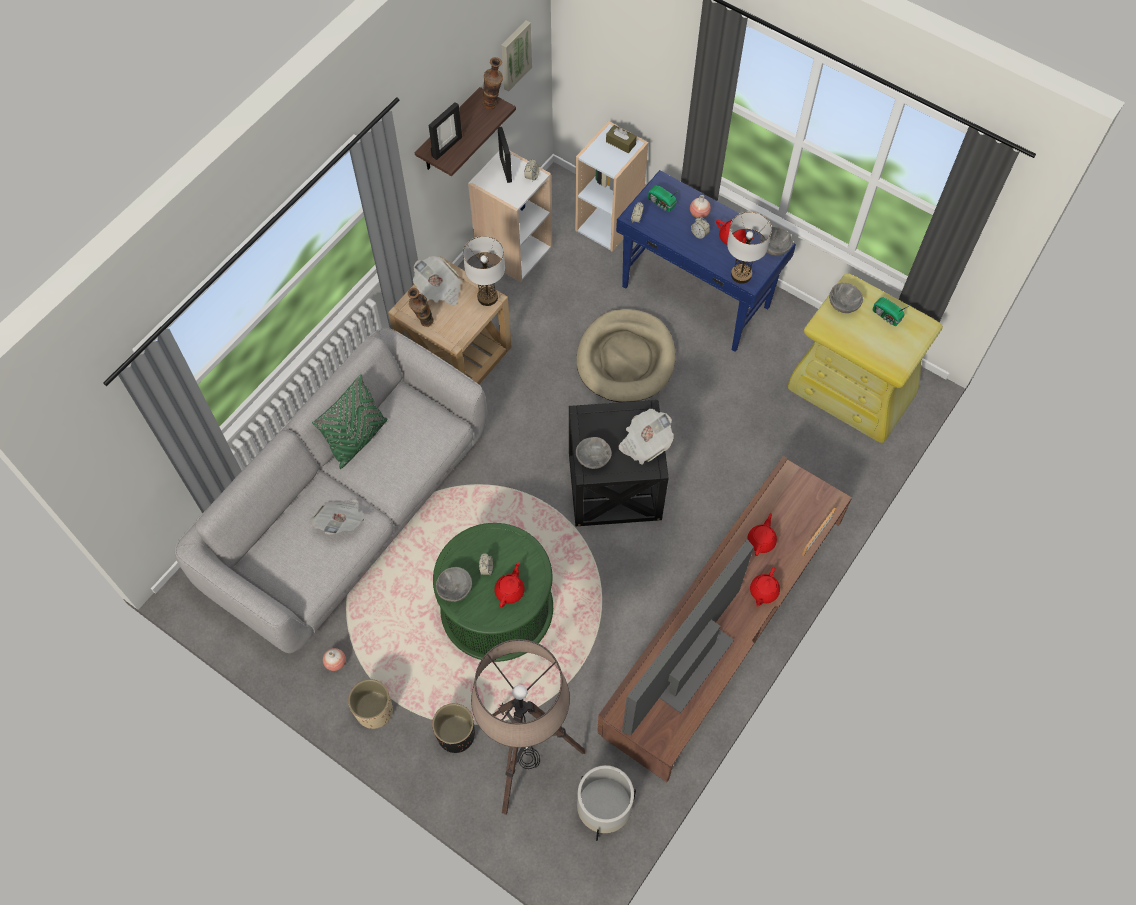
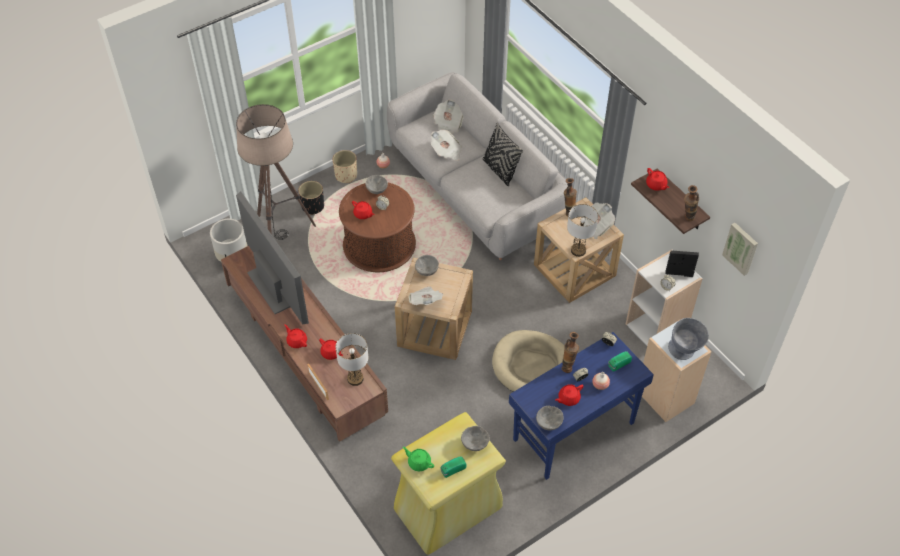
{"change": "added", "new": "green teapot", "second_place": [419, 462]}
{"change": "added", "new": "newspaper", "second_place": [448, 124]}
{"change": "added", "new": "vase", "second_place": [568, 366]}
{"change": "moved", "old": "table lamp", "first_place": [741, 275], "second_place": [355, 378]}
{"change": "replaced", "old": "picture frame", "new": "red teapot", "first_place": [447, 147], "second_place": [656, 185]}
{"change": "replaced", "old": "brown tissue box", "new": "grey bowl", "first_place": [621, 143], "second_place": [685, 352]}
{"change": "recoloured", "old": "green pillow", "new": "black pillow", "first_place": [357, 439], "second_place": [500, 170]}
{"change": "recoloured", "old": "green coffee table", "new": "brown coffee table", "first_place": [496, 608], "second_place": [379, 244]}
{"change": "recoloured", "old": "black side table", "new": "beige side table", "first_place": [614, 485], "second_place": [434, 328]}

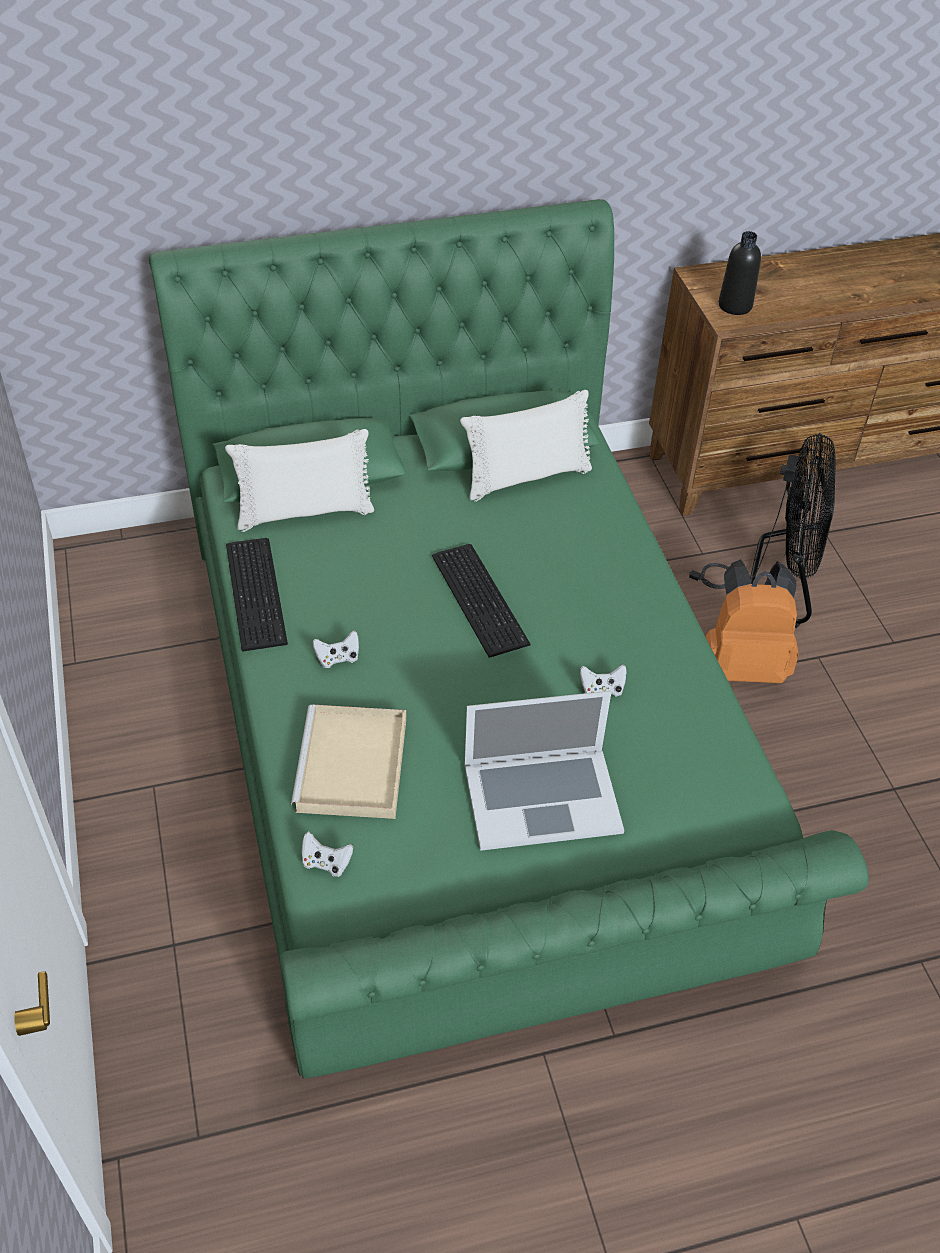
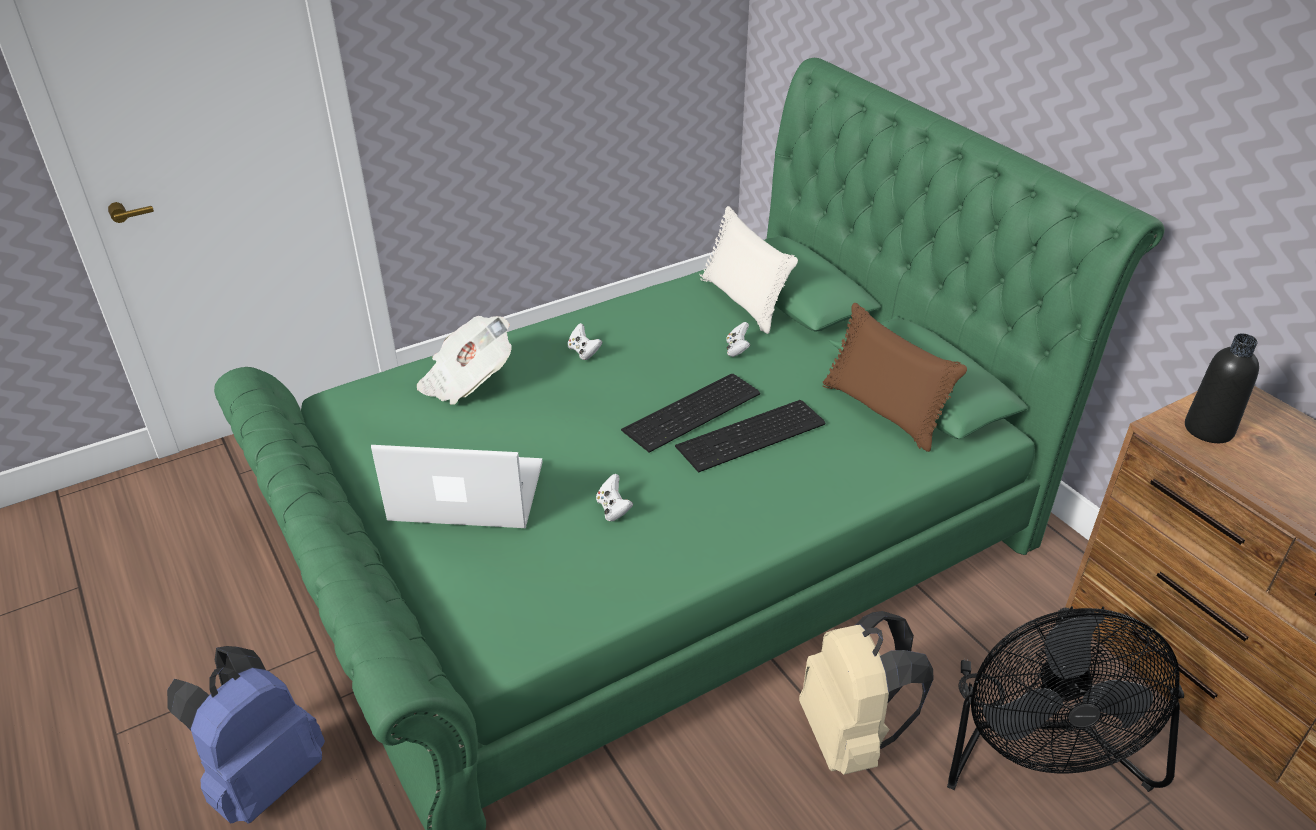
{"change": "added", "new": "blue backpack", "second_place": [263, 778]}
{"change": "moved", "old": "keyboard", "first_place": [258, 592], "second_place": [754, 436]}
{"change": "moved", "old": "white game controller", "first_place": [326, 863], "second_place": [737, 350]}
{"change": "replaced", "old": "beige tray", "new": "newspaper", "first_place": [353, 767], "second_place": [466, 381]}
{"change": "recoloured", "old": "white pillow", "new": "brown pillow", "first_place": [526, 477], "second_place": [884, 412]}
{"change": "recoloured", "old": "orange backpack", "new": "beige backpack", "first_place": [742, 665], "second_place": [851, 737]}
{"change": "turned", "old": "laptop", "first_place": [542, 797], "second_place": [466, 492], "degrees": 120}

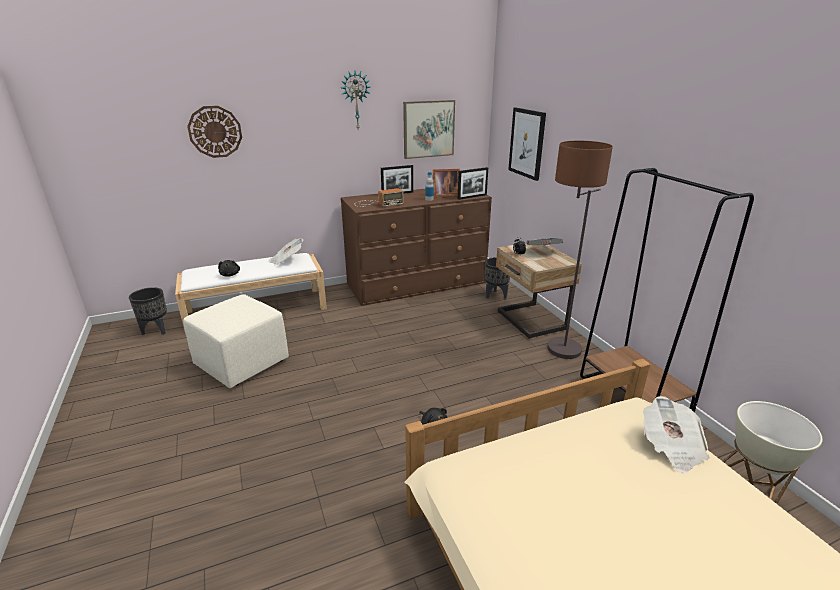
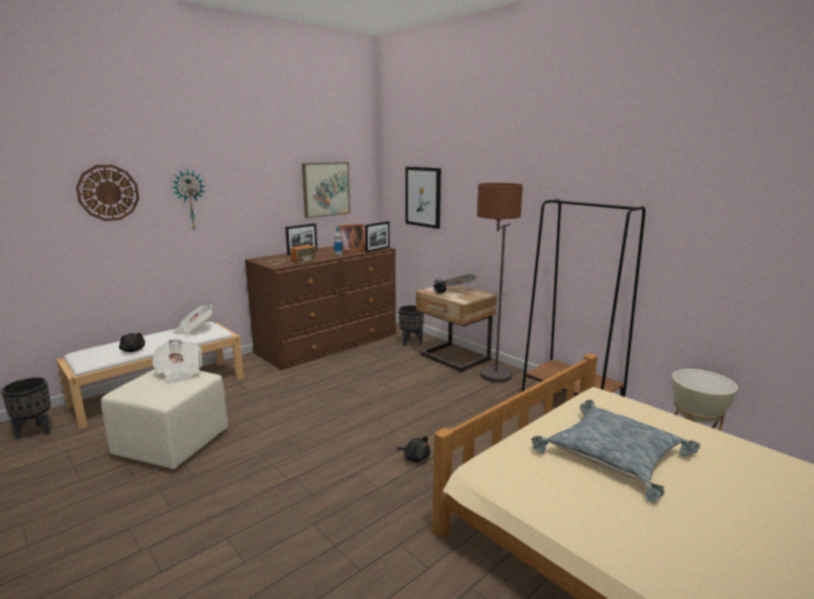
{"change": "added", "new": "pillow", "second_place": [613, 451]}
{"change": "moved", "old": "wall clock", "first_place": [355, 100], "second_place": [189, 200]}
{"change": "moved", "old": "newspaper", "first_place": [671, 447], "second_place": [179, 373]}

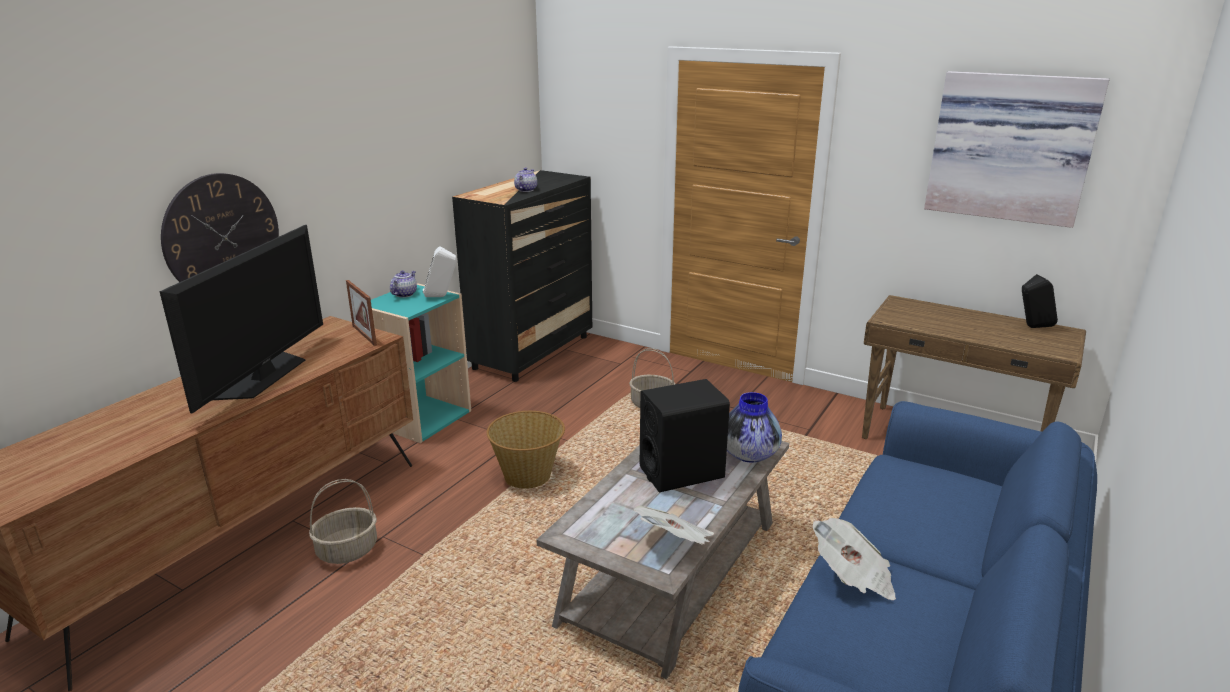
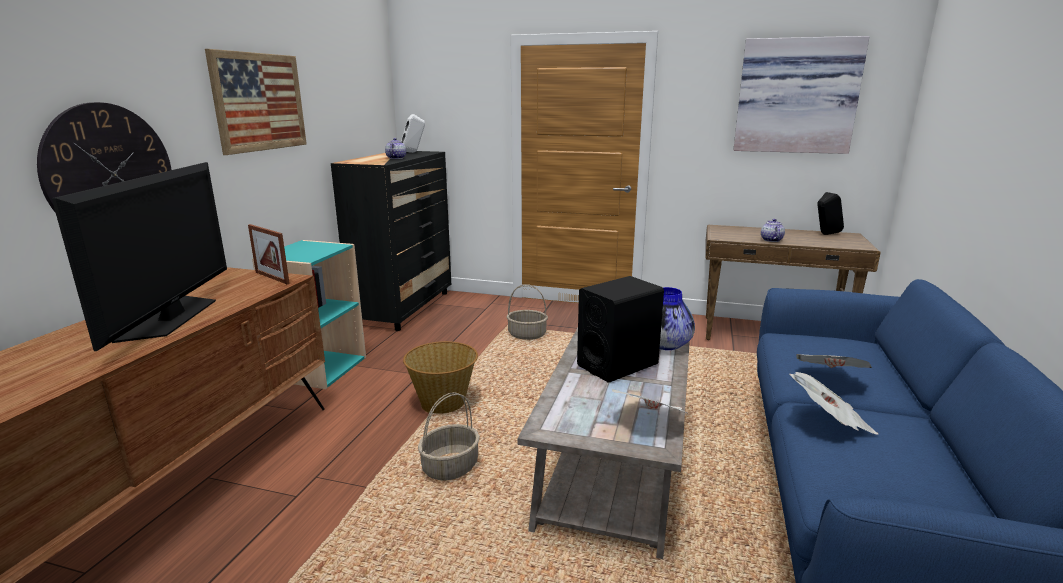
{"change": "added", "new": "picture", "second_place": [259, 102]}
{"change": "added", "new": "newspaper", "second_place": [828, 378]}
{"change": "moved", "old": "basket", "first_place": [348, 550], "second_place": [450, 466]}
{"change": "moved", "old": "teapot", "first_place": [404, 294], "second_place": [771, 240]}
{"change": "moved", "old": "white speaker", "first_place": [441, 296], "second_place": [413, 152]}

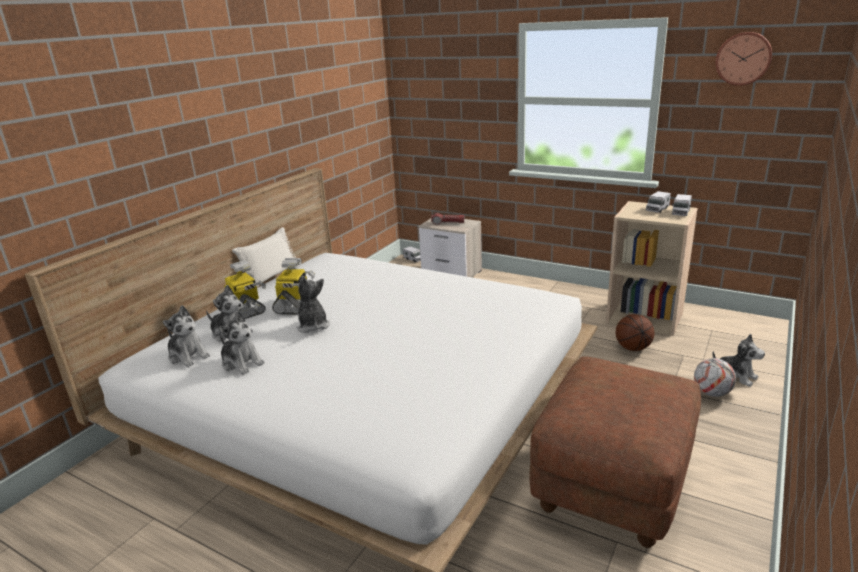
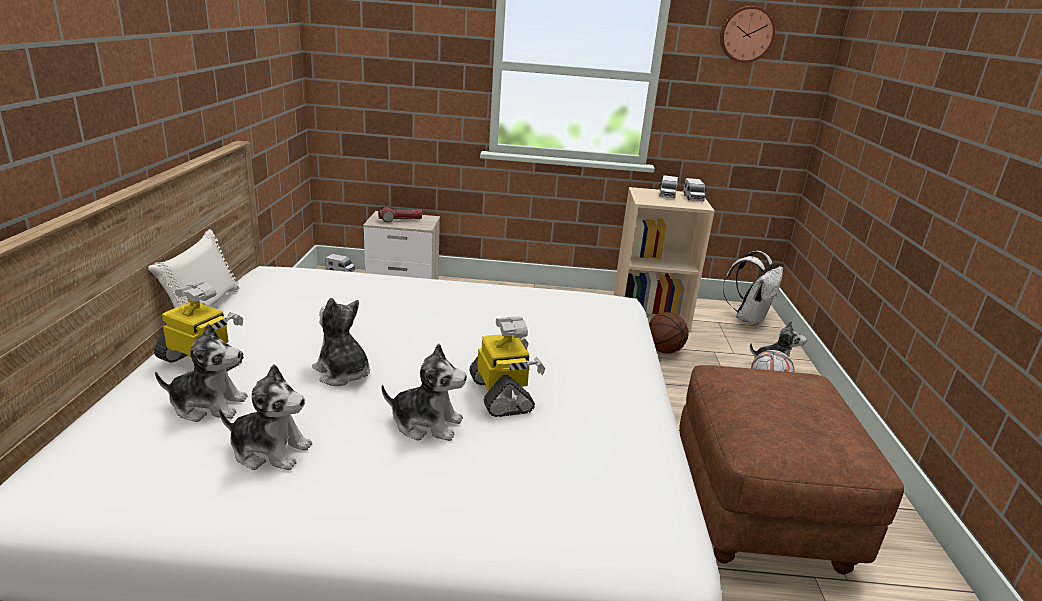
{"change": "added", "new": "white backpack", "second_place": [748, 318]}
{"change": "moved", "old": "plush toy", "first_place": [188, 356], "second_place": [426, 424]}
{"change": "moved", "old": "toy robot", "first_place": [295, 305], "second_place": [502, 395]}

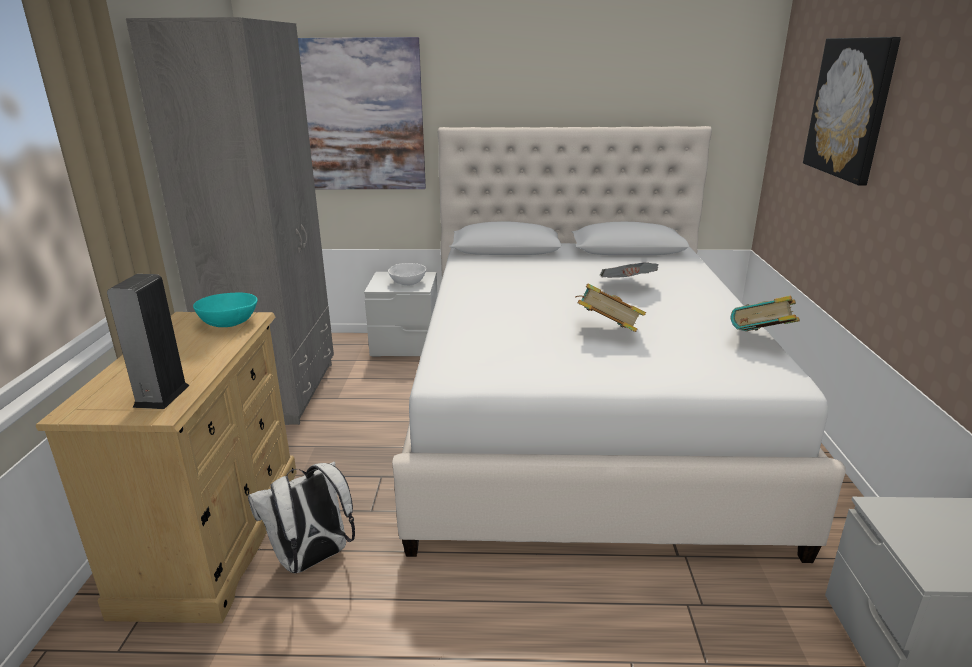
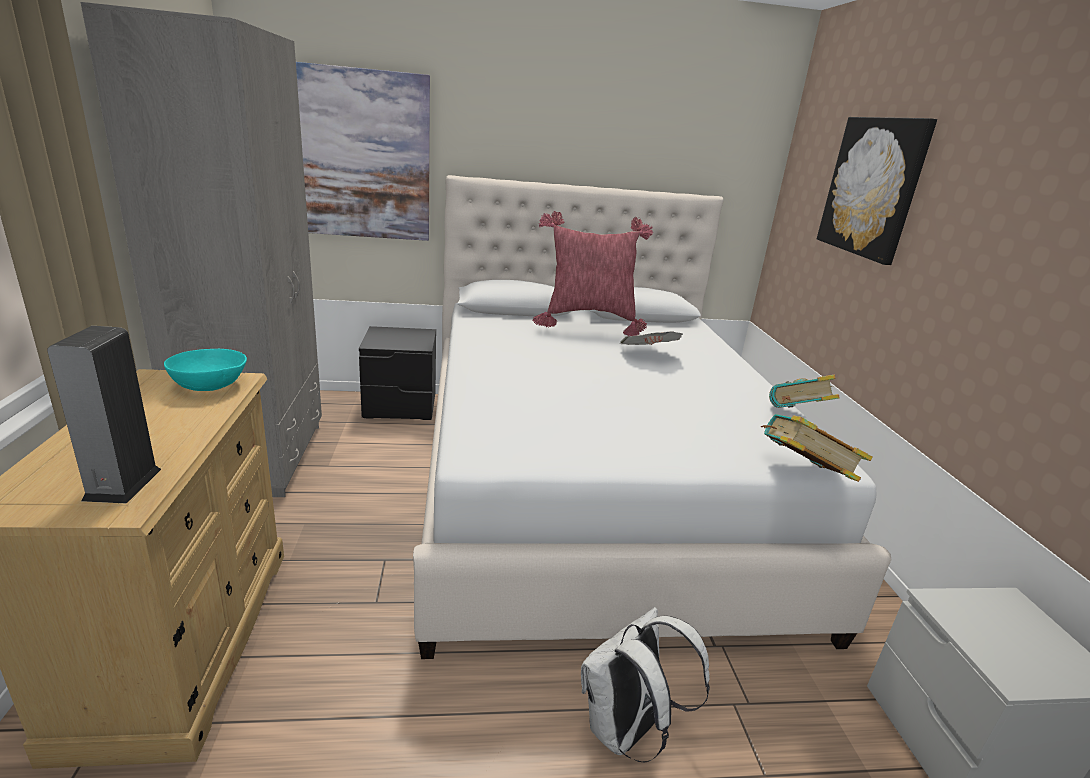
{"change": "removed", "old": "white bowl", "first_place": [408, 283]}
{"change": "added", "new": "red pillow", "second_place": [586, 328]}
{"change": "moved", "old": "white backpack", "first_place": [312, 560], "second_place": [626, 731]}
{"change": "moved", "old": "book", "first_place": [606, 333], "second_place": [803, 475]}
{"change": "recoloured", "old": "white nightstand", "new": "black nightstand", "first_place": [406, 345], "second_place": [400, 406]}

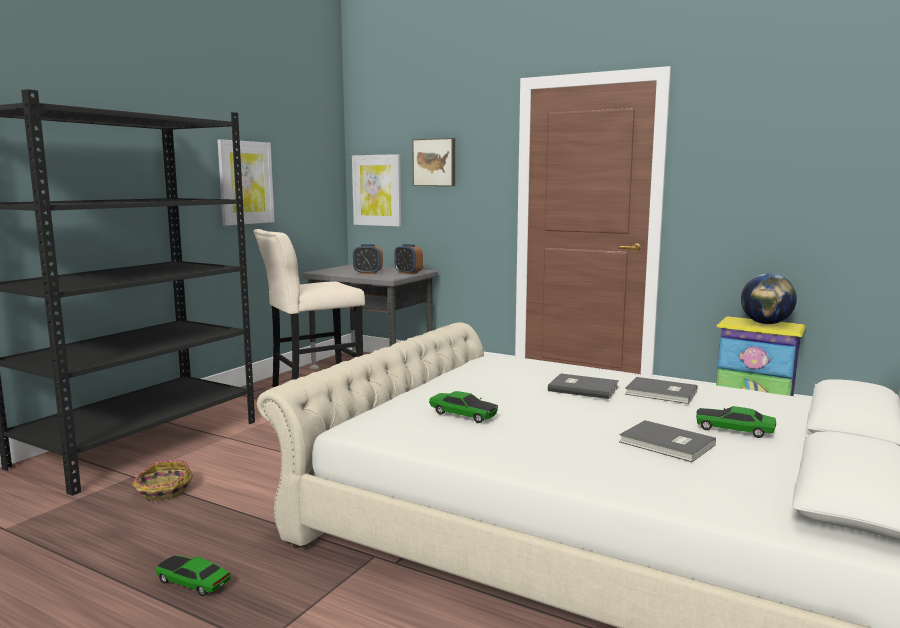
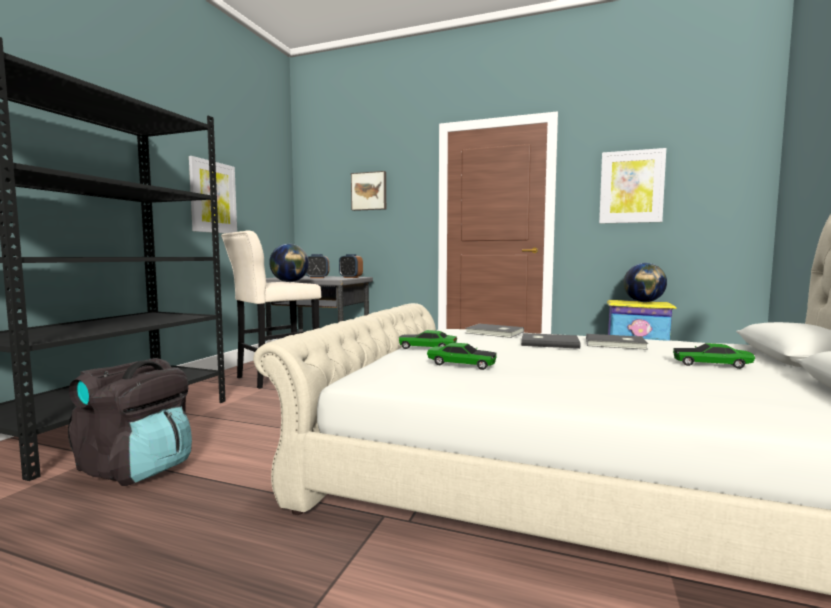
{"change": "added", "new": "globe", "second_place": [289, 282]}
{"change": "moved", "old": "toy car", "first_place": [193, 583], "second_place": [427, 348]}
{"change": "moved", "old": "picture", "first_place": [377, 190], "second_place": [631, 187]}
{"change": "moved", "old": "grey book", "first_place": [667, 444], "second_place": [494, 333]}
{"change": "replaced", "old": "basket", "new": "black backpack", "first_place": [163, 491], "second_place": [137, 468]}

